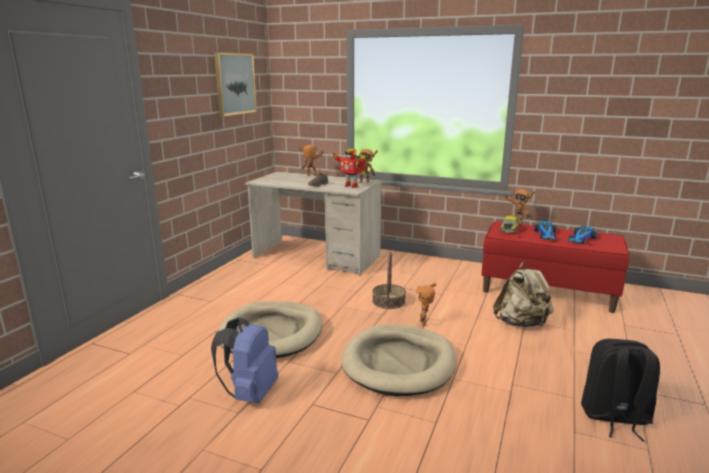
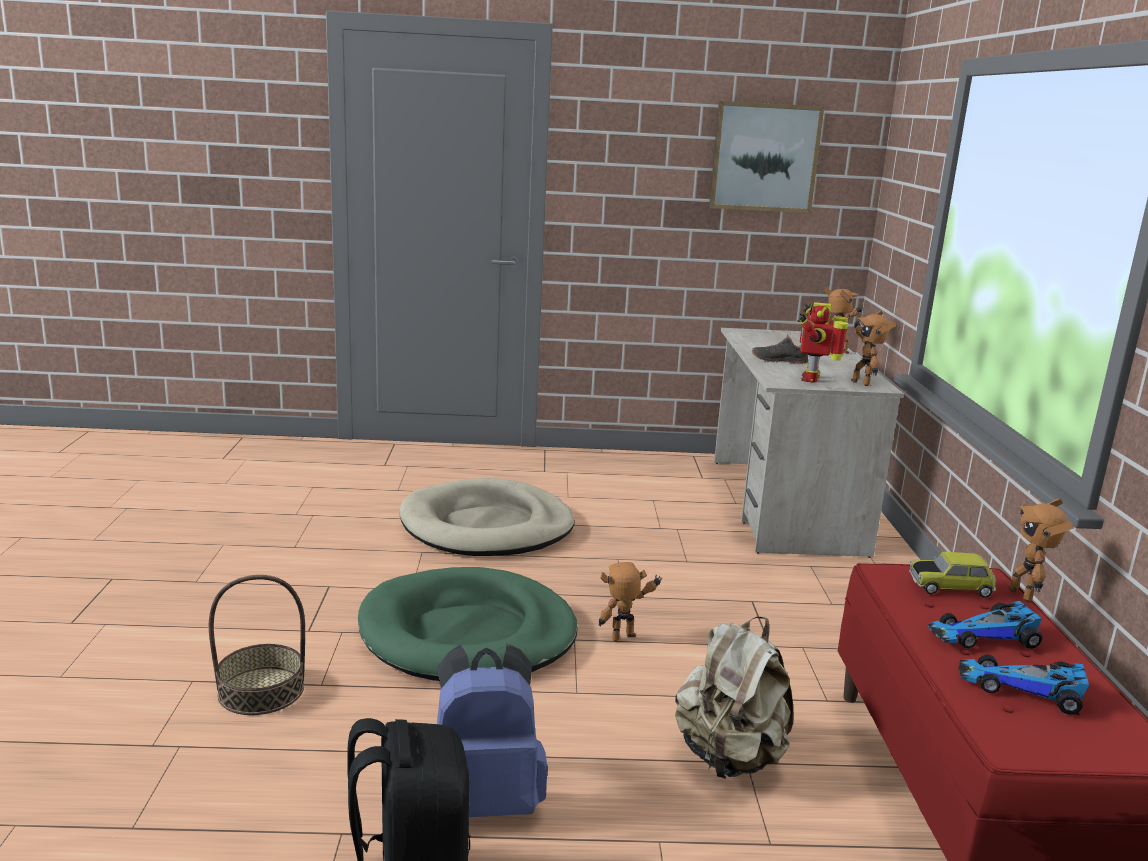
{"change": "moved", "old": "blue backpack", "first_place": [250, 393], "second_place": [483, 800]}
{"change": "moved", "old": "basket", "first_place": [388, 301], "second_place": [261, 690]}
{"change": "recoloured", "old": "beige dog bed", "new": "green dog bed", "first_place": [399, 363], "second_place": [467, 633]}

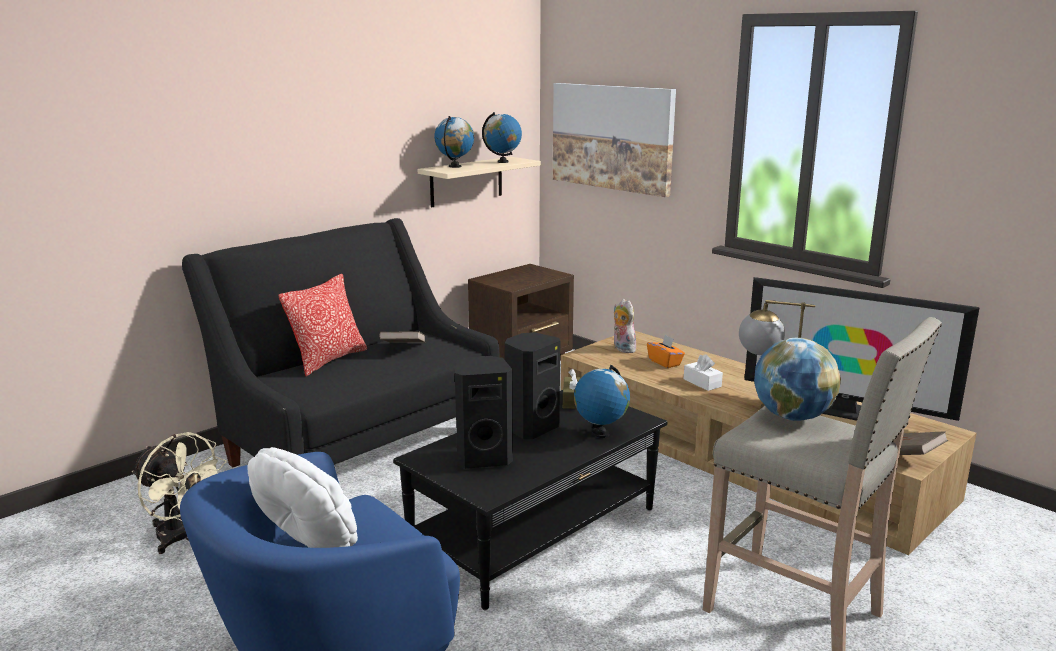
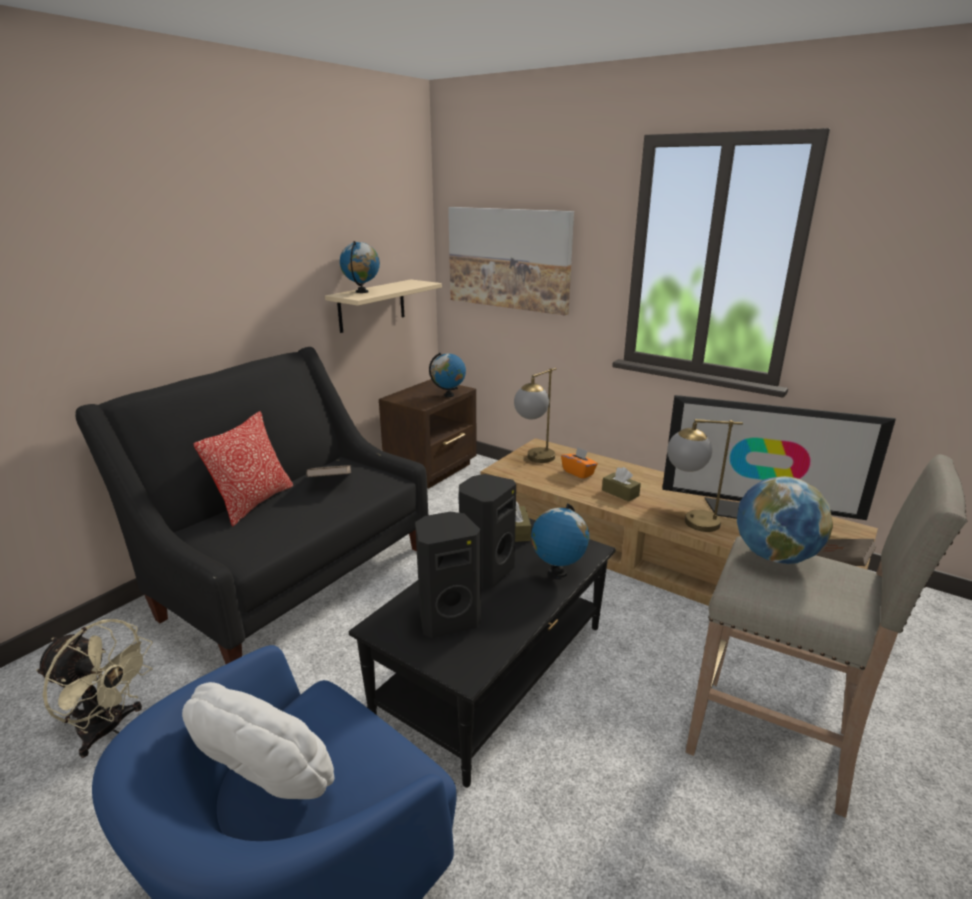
{"change": "moved", "old": "globe", "first_place": [502, 162], "second_place": [449, 395]}
{"change": "replaced", "old": "plush toy", "new": "table lamp", "first_place": [622, 349], "second_place": [534, 460]}
{"change": "recoloured", "old": "white tissue box", "new": "brown tissue box", "first_place": [702, 383], "second_place": [620, 493]}

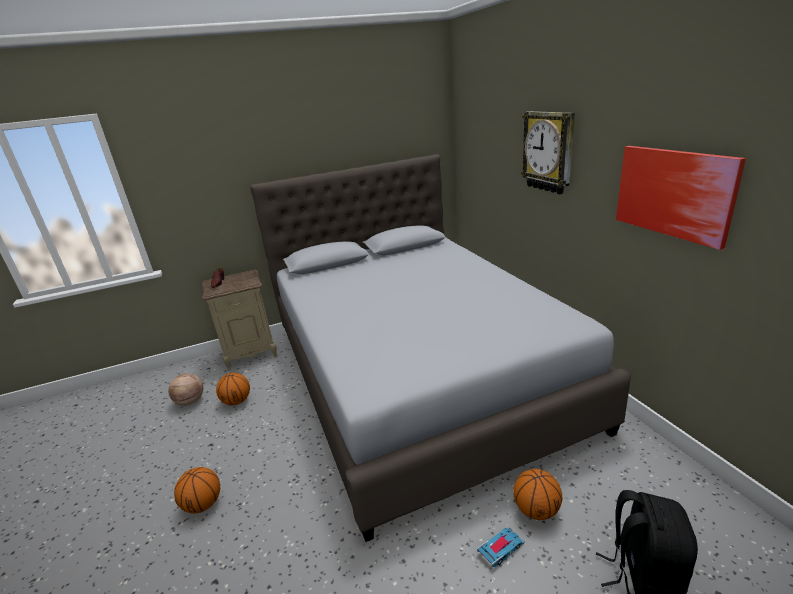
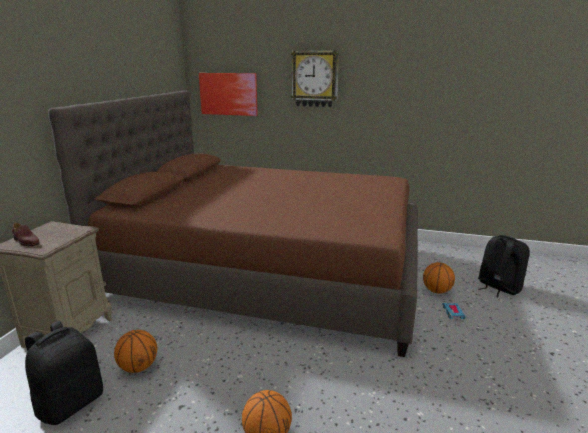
{"change": "moved", "old": "picture", "first_place": [673, 193], "second_place": [228, 94]}
{"change": "replaced", "old": "basketball", "new": "black backpack", "first_place": [190, 401], "second_place": [71, 403]}
{"change": "recoloured", "old": "grey bed", "new": "brown bed", "first_place": [417, 373], "second_place": [268, 271]}

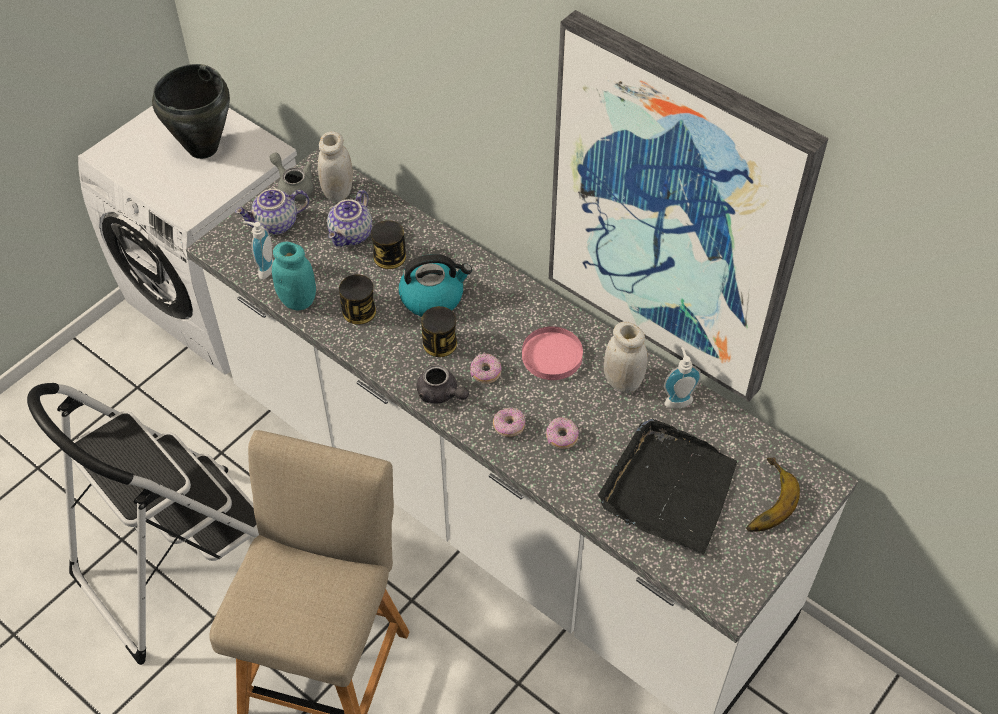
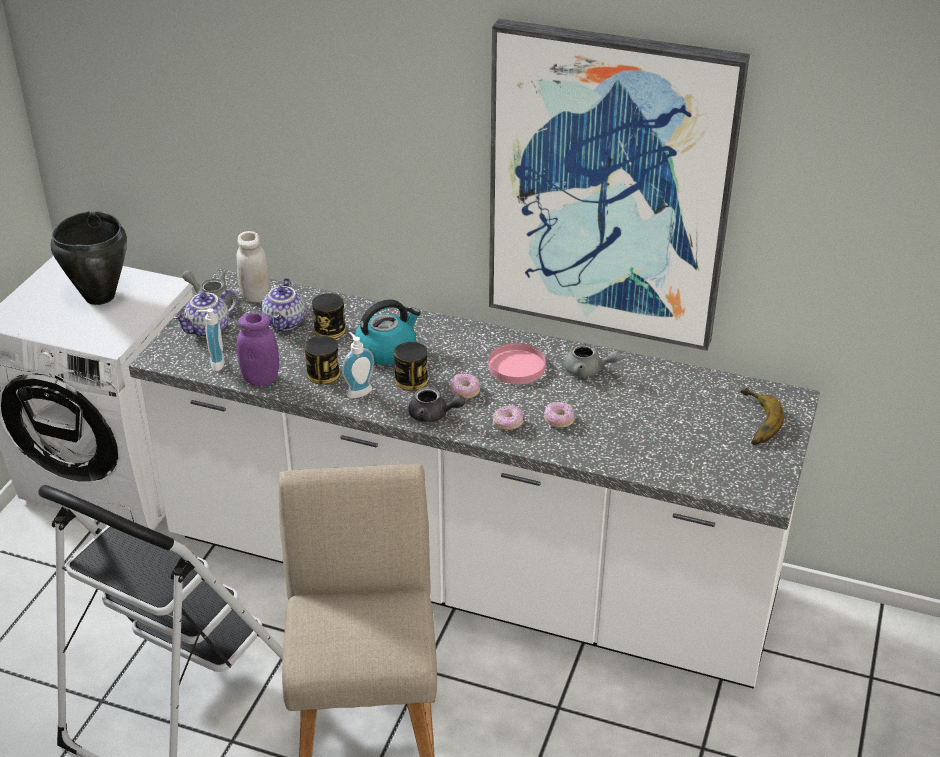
{"change": "removed", "old": "black tray", "first_place": [669, 489]}
{"change": "moved", "old": "soap dispenser", "first_place": [677, 399], "second_place": [358, 391]}
{"change": "replaced", "old": "white jar", "new": "grey teapot", "first_place": [622, 382], "second_place": [588, 370]}
{"change": "recoloured", "old": "turquoise jar", "new": "purple jar", "first_place": [298, 300], "second_place": [261, 379]}

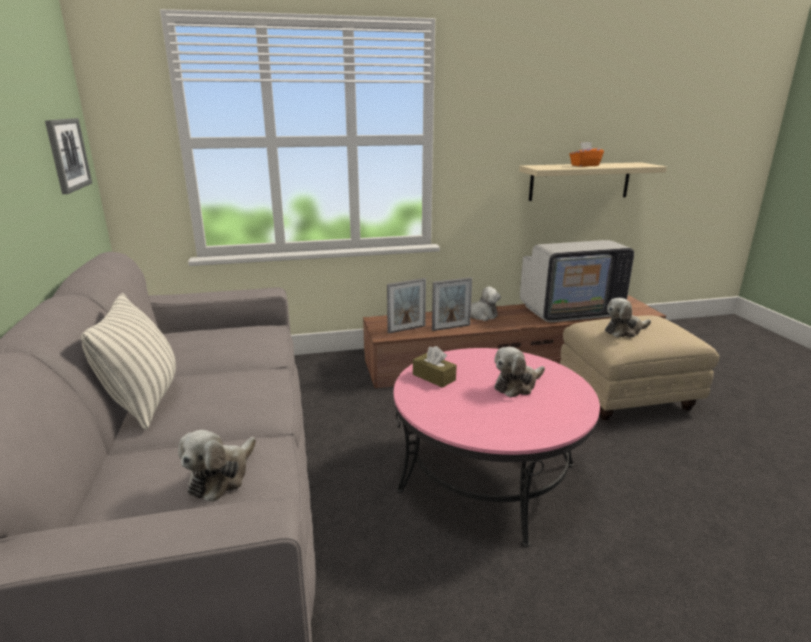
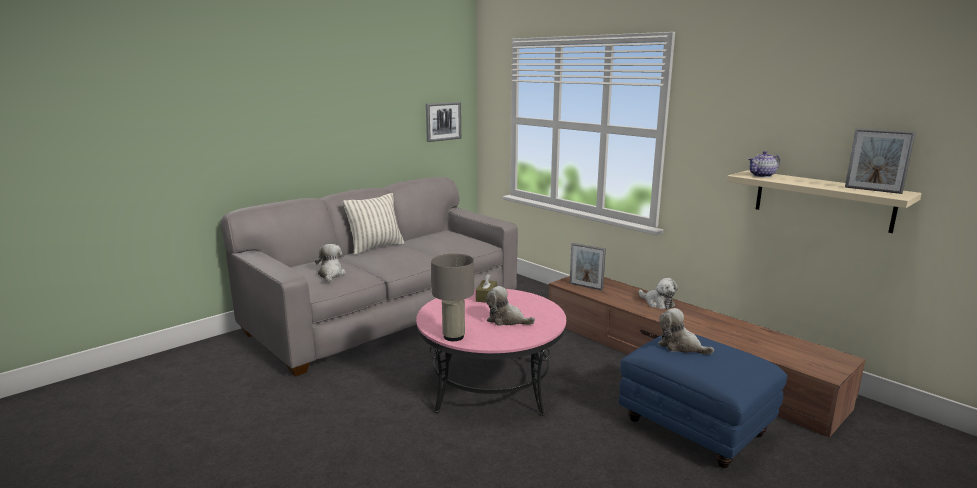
{"change": "removed", "old": "television", "first_place": [570, 310]}
{"change": "removed", "old": "orange tissue box", "first_place": [584, 165]}
{"change": "added", "new": "grey table lamp", "second_place": [454, 336]}
{"change": "added", "new": "teapot", "second_place": [762, 175]}
{"change": "moved", "old": "picture frame", "first_place": [451, 327], "second_place": [872, 190]}
{"change": "recoloured", "old": "beige ottoman", "new": "blue ottoman", "first_place": [628, 397], "second_place": [696, 428]}
{"change": "turned", "old": "plush toy", "first_place": [221, 476], "second_place": [331, 274], "degrees": 90}

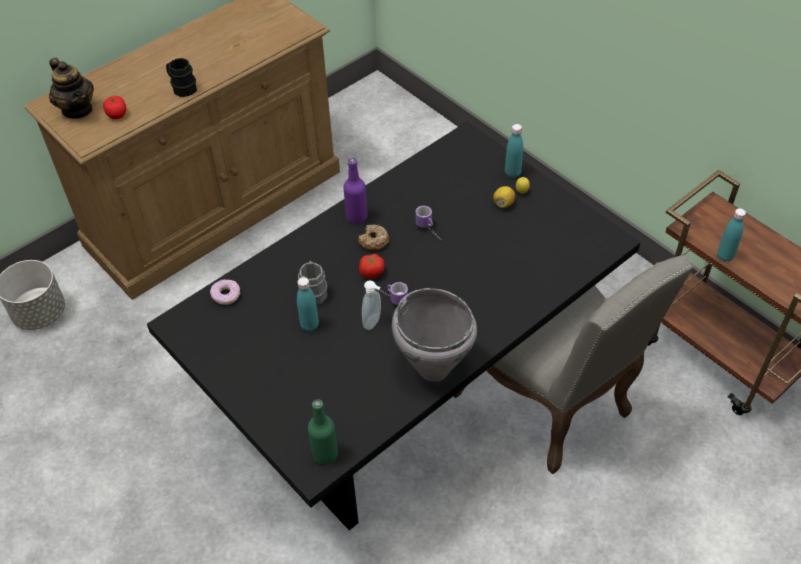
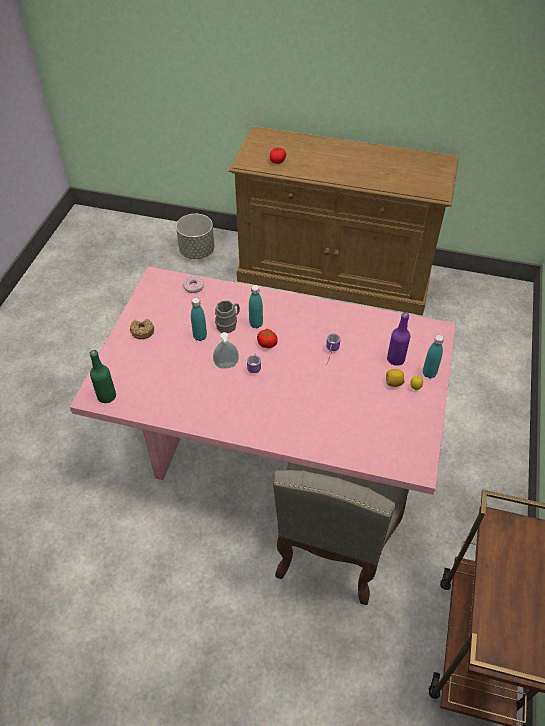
{"change": "removed", "old": "teapot", "first_place": [77, 109]}
{"change": "removed", "old": "black mug", "first_place": [182, 88]}
{"change": "removed", "old": "grey cooking pot", "first_place": [433, 368]}
{"change": "moved", "old": "purple bottle", "first_place": [356, 217], "second_place": [395, 359]}
{"change": "moved", "old": "donut", "first_place": [374, 241], "second_place": [142, 332]}
{"change": "moved", "old": "turquoise bottle", "first_place": [724, 256], "second_place": [256, 324]}
{"change": "recoloured", "old": "black dining table", "new": "pink dining table", "first_place": [404, 399], "second_place": [271, 453]}

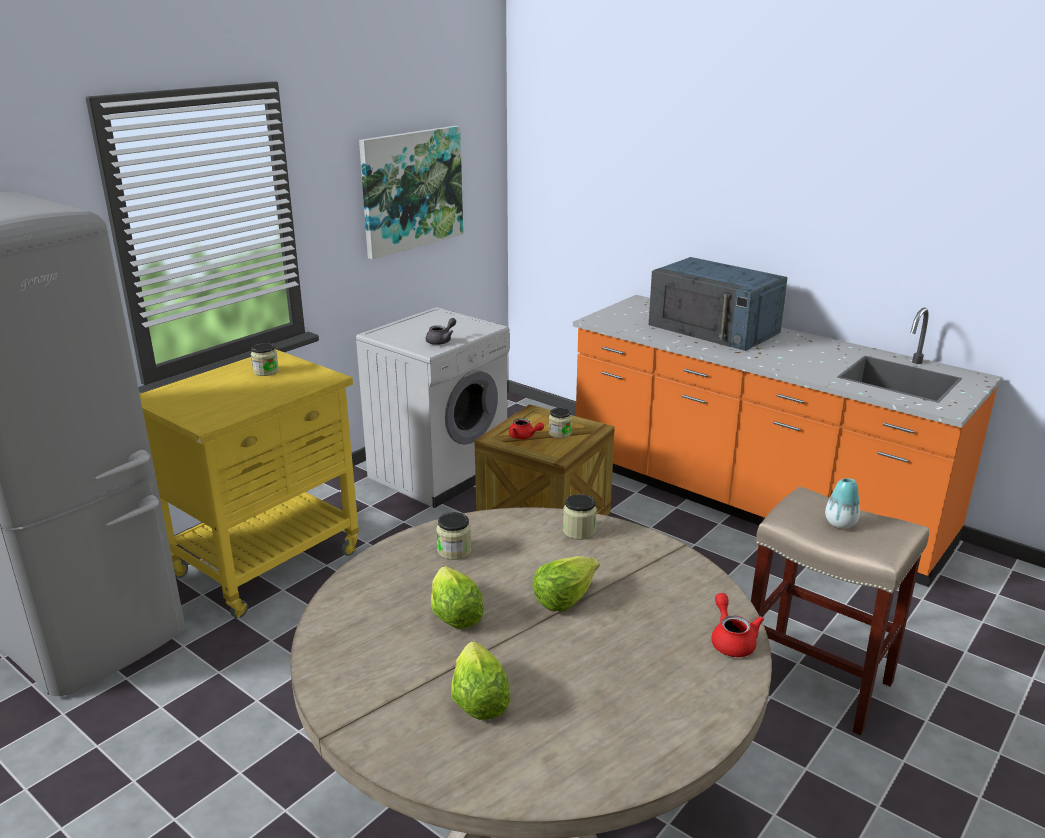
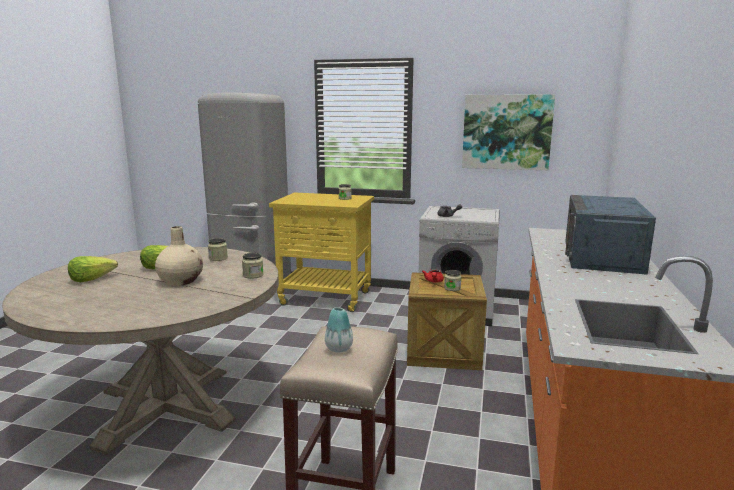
{"change": "removed", "old": "red teapot", "first_place": [731, 640]}
{"change": "replaced", "old": "lettuce", "new": "beige vase", "first_place": [564, 597], "second_place": [181, 281]}

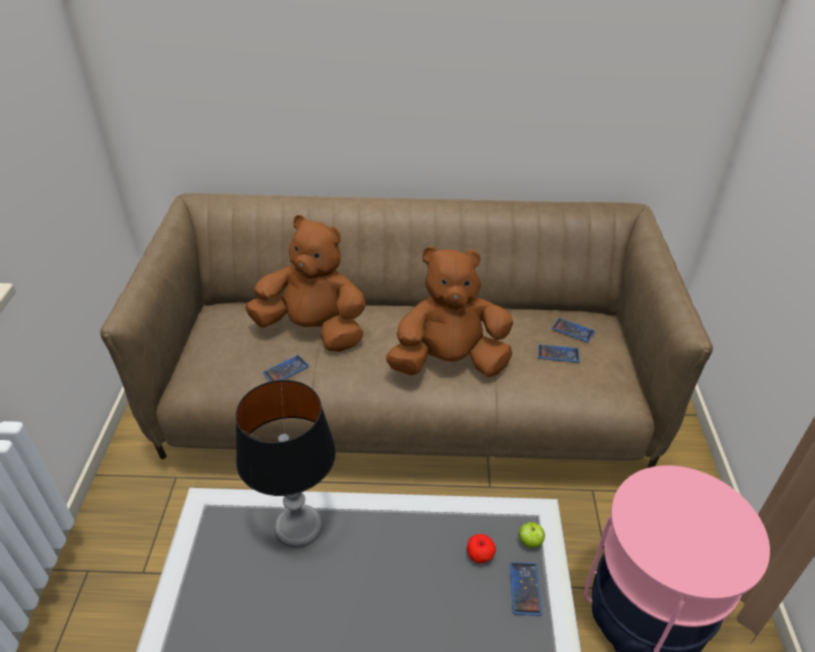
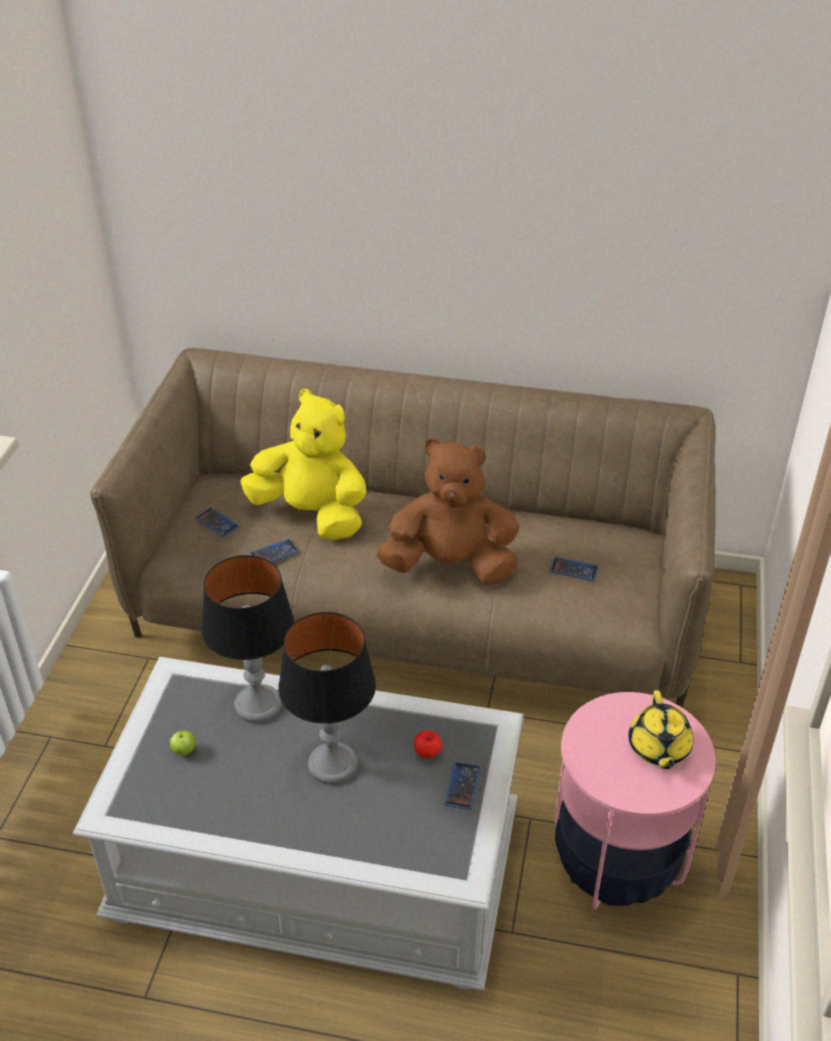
{"change": "added", "new": "table lamp", "second_place": [332, 765]}
{"change": "added", "new": "yellow teapot", "second_place": [658, 748]}
{"change": "moved", "old": "apple", "first_place": [530, 542], "second_place": [184, 751]}
{"change": "moved", "old": "phone", "first_place": [573, 330], "second_place": [217, 523]}
{"change": "recoloured", "old": "brown plush toy", "new": "yellow plush toy", "first_place": [313, 330], "second_place": [312, 514]}

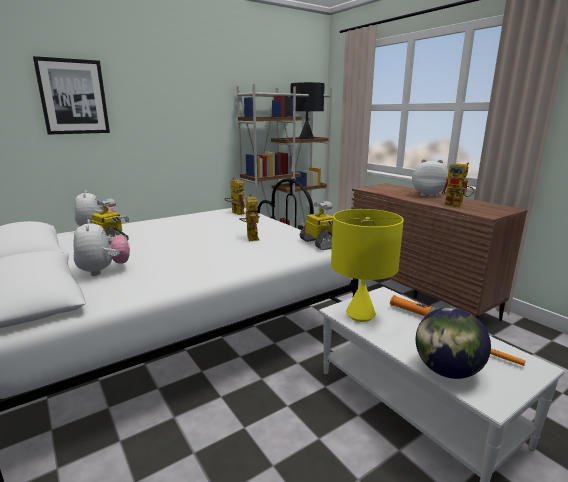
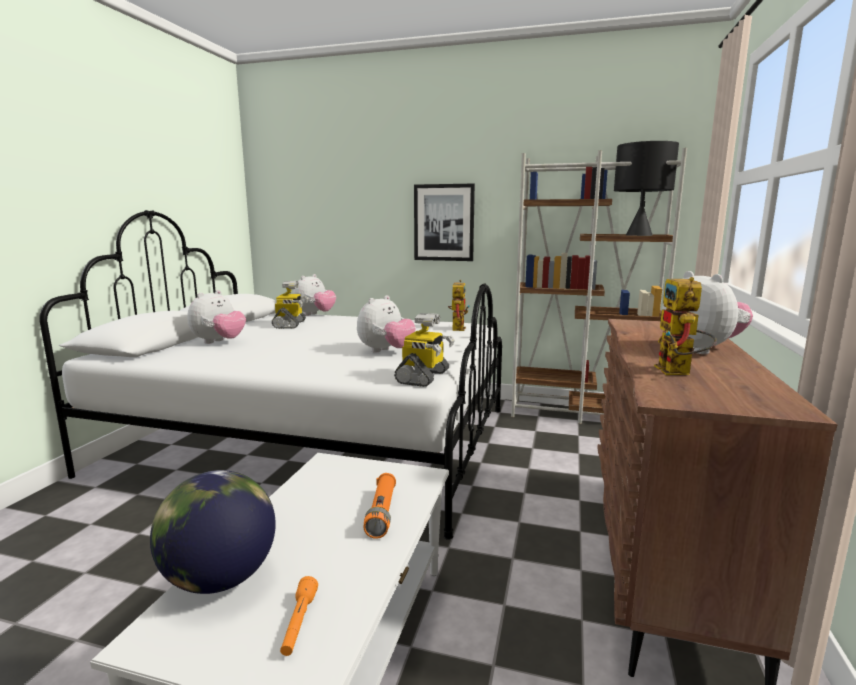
{"change": "removed", "old": "yellow table lamp", "first_place": [360, 316]}
{"change": "moved", "old": "picture", "first_place": [73, 97], "second_place": [444, 222]}
{"change": "replaced", "old": "toy robot", "new": "plush toy", "first_place": [250, 237], "second_place": [386, 351]}

